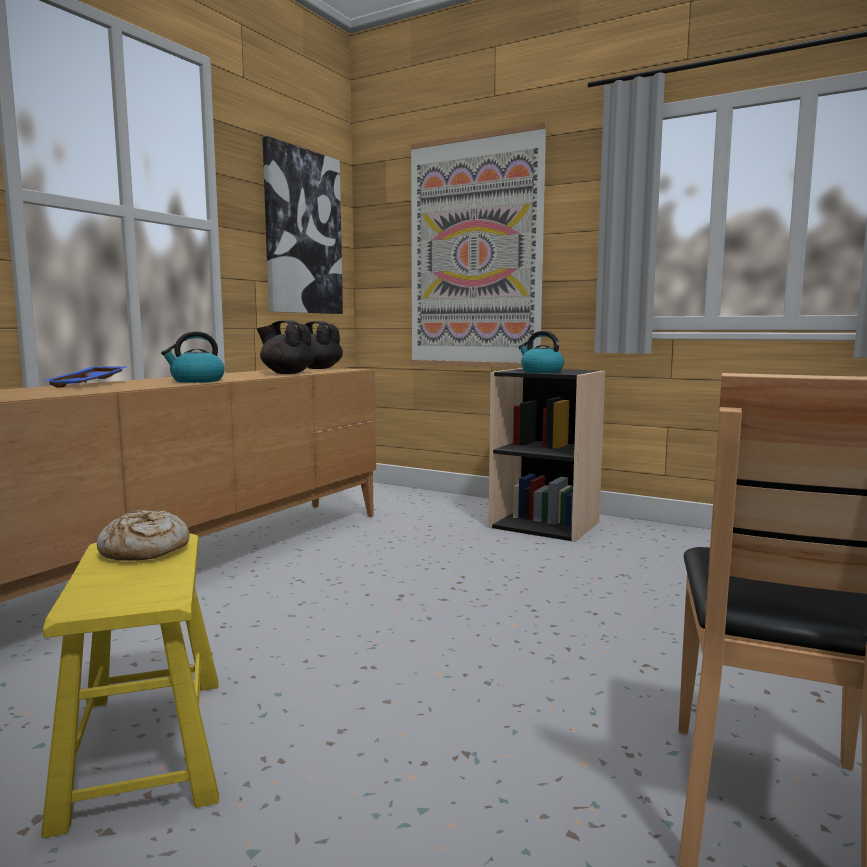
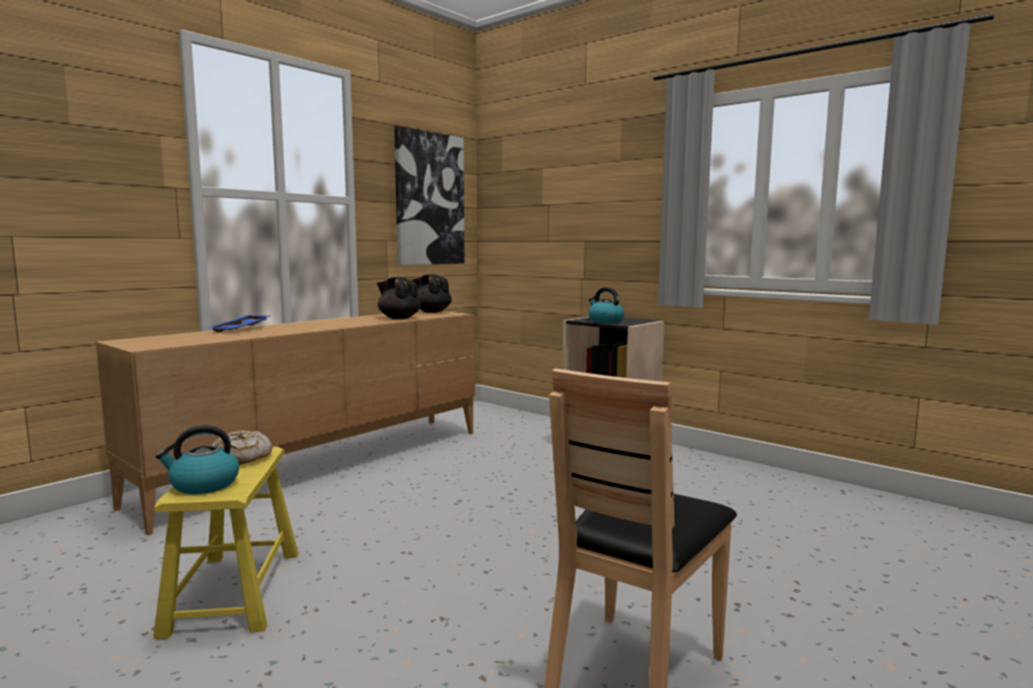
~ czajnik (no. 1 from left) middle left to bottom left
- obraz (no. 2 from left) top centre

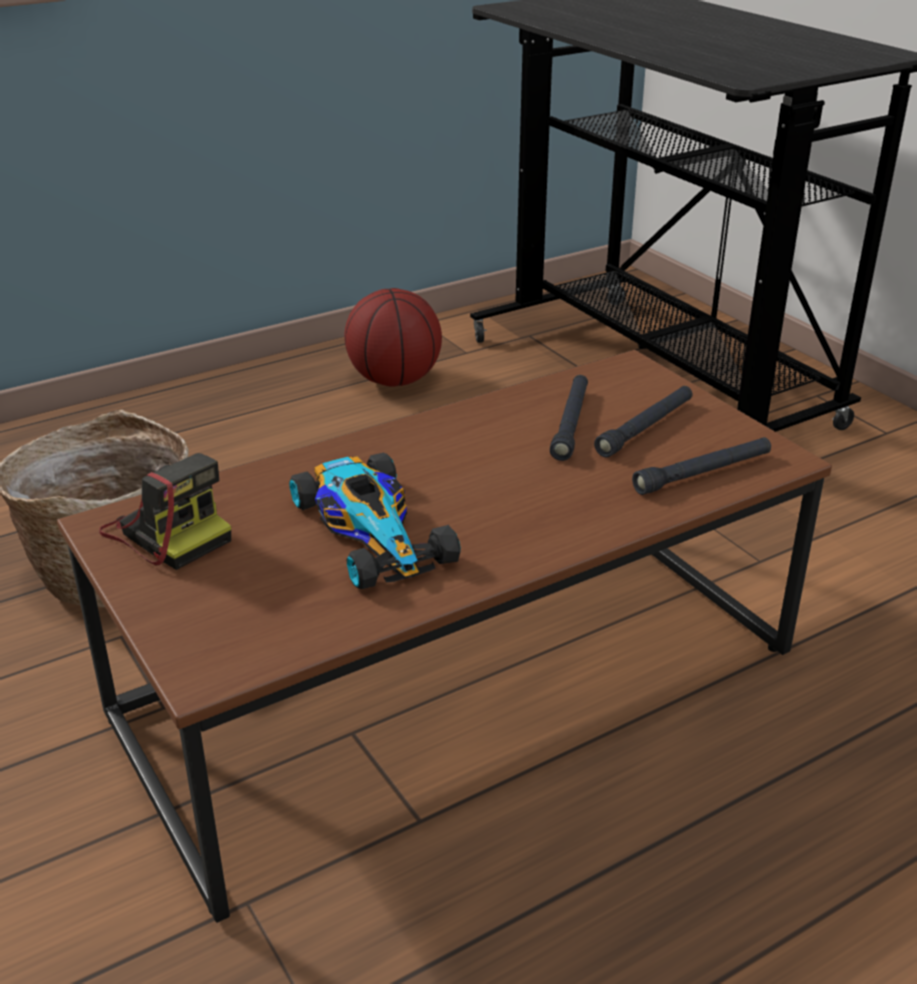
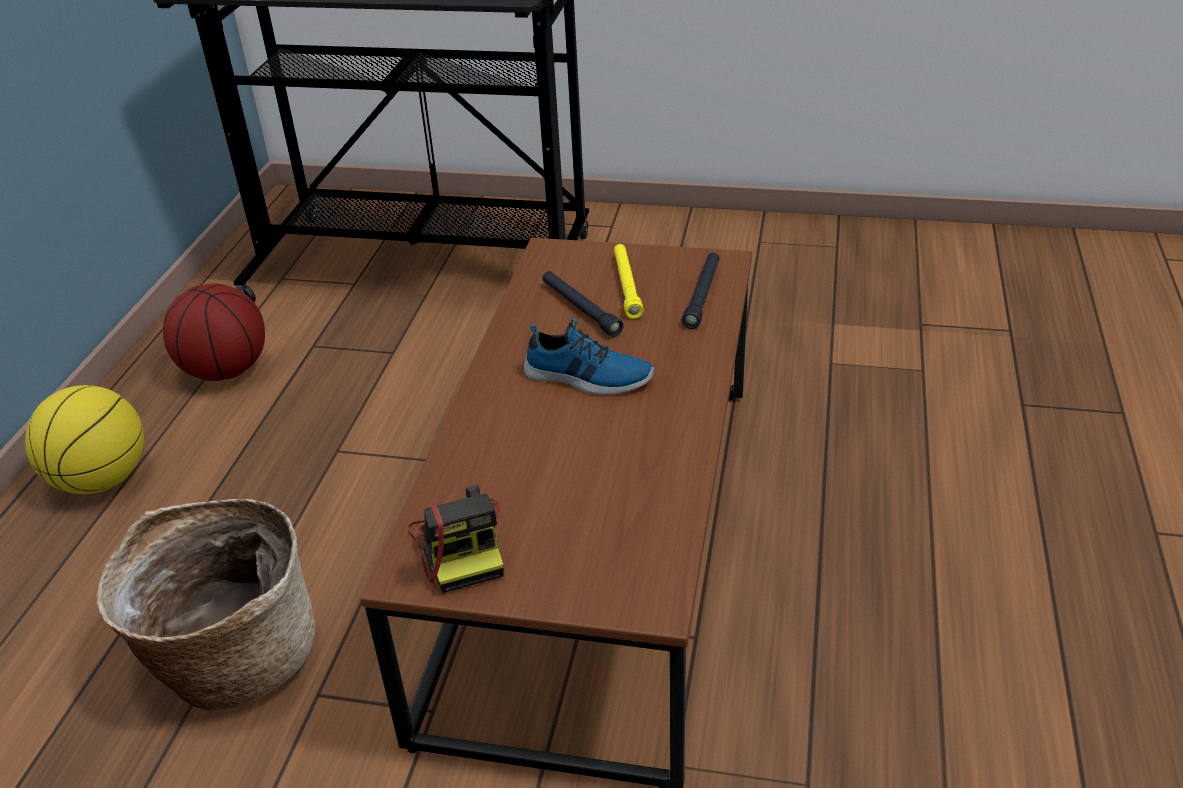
~ aparat fotograficzny middle left = bottom centre 75 degrees clockwise
- samochodzik centre
~ latarka/czarny (no. 2 from left) middle right to latarka/żółty centre
+ piłka do koszykówki (no. 1 from left) middle left
+ but centre

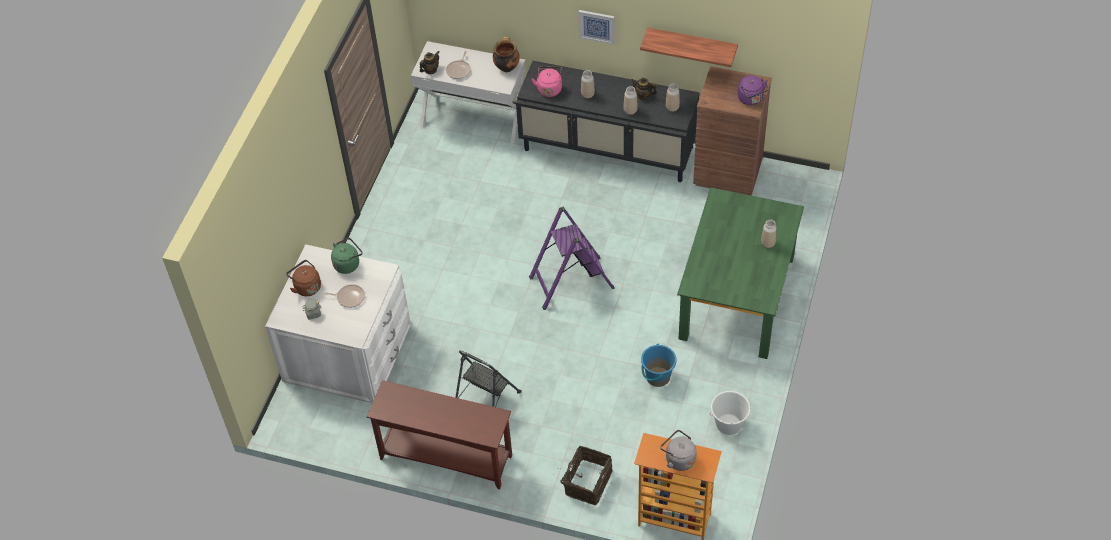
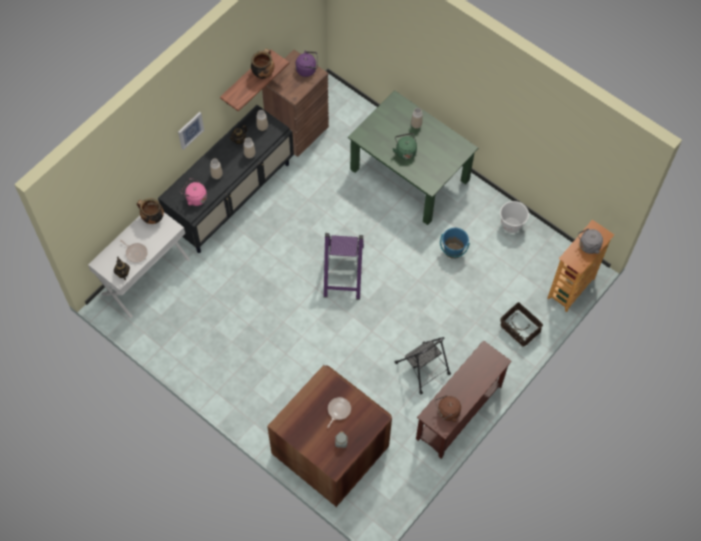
~ komoda/biały middle left to komoda/brązowy (no. 2 from left) bottom centre
~ czajnik/brązowy middle left to bottom centre
~ czajnik/zielony middle left to top centre
+ garnek (no. 2 from left) top centre

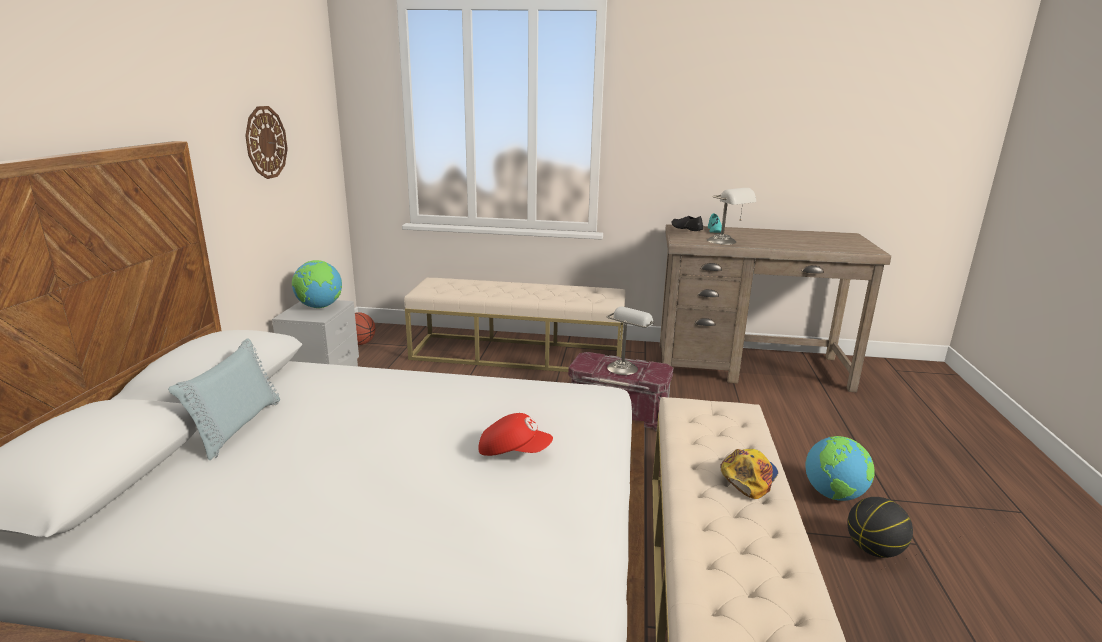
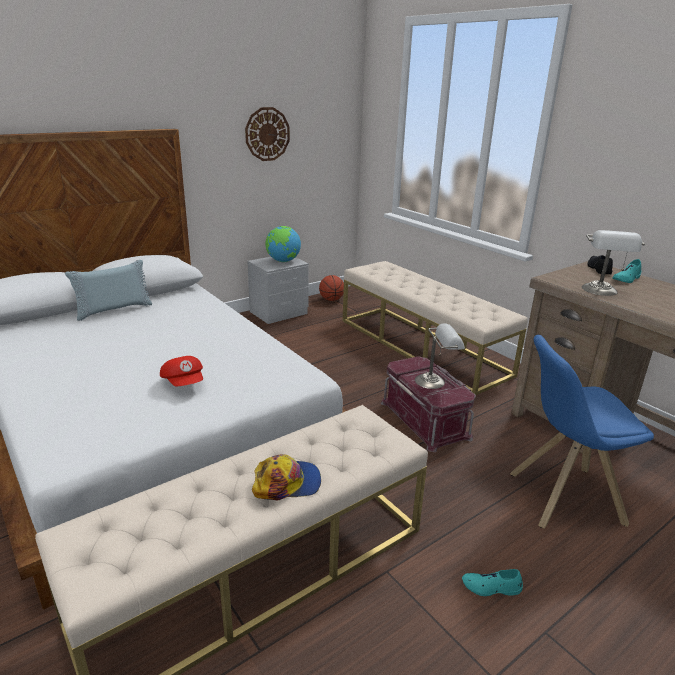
~ globus (no. 2 from left) bottom right to but/turkusowy (no. 1 from left) bottom right
- piłka do koszykówki (no. 2 from left) bottom right
+ krzesło/niebieski middle right

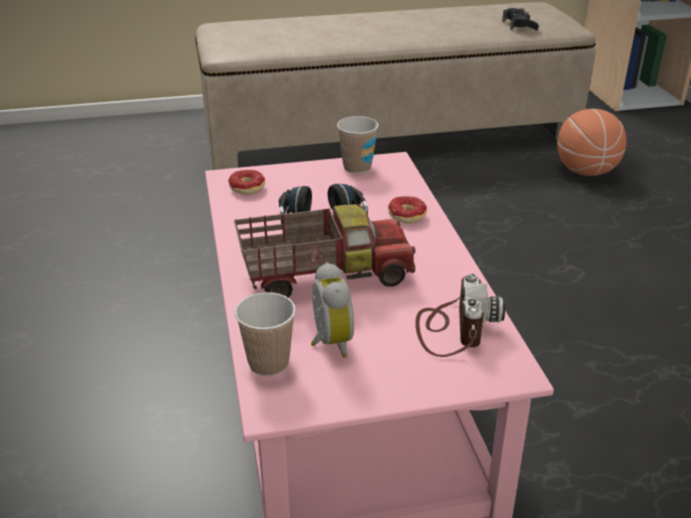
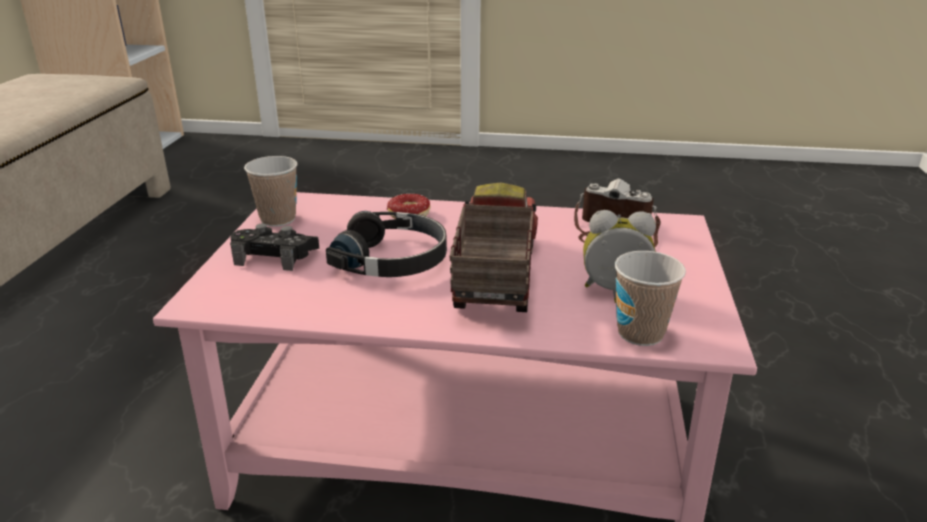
- donut (no. 1 from left) centre
~ pad do gier/czarny top right to middle left
- piłka do koszykówki top right

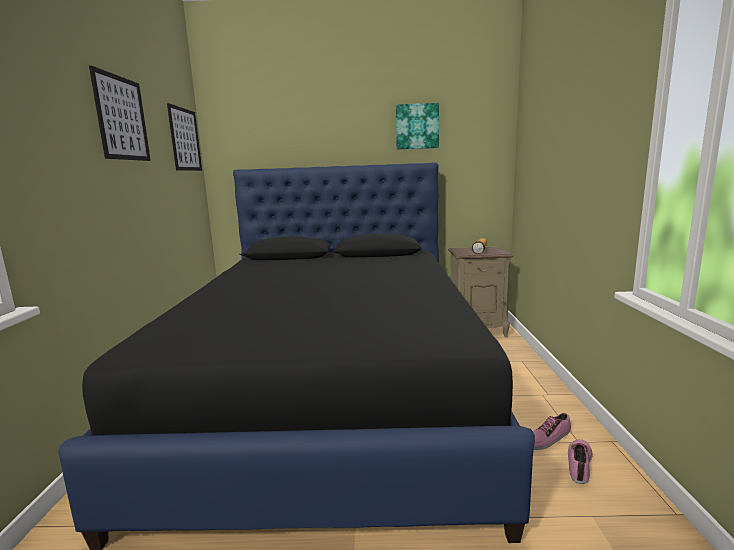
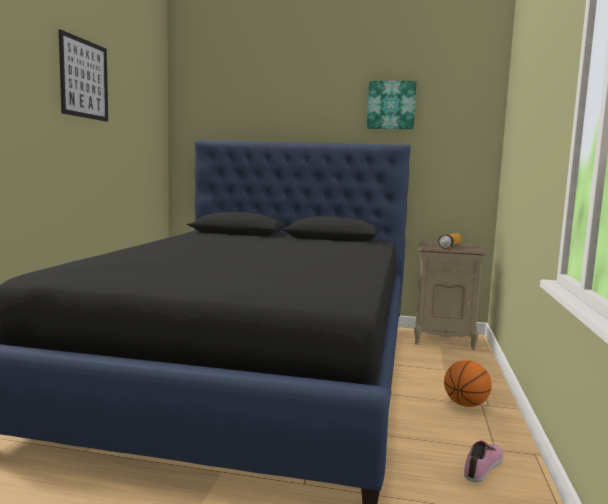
- obraz (no. 2 from left) top left
- but (no. 1 from left) bottom right
+ piłka do koszykówki bottom right

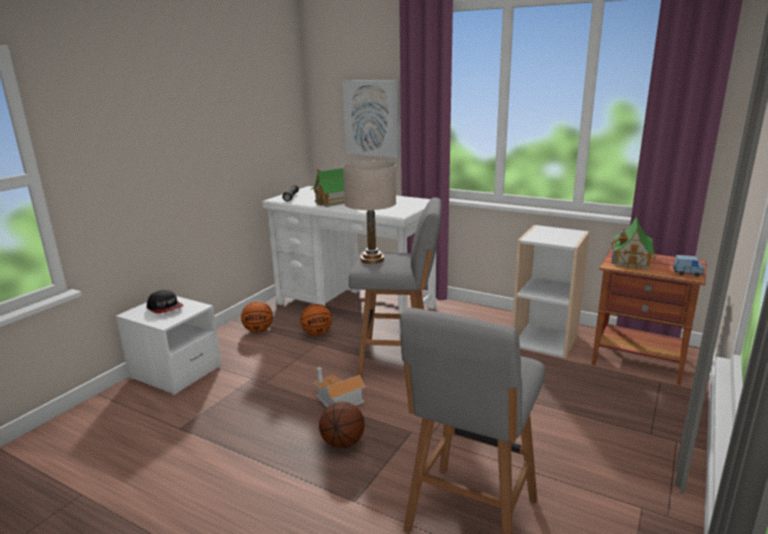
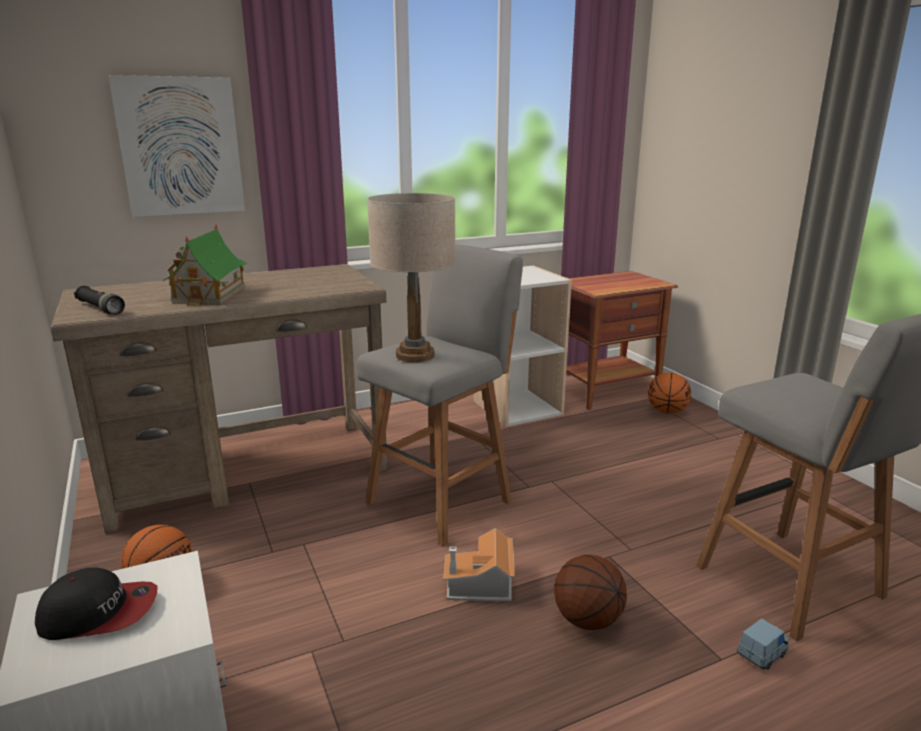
~ biurko/biały centre to biurko/brązowy middle left
~ piłka do koszykówki (no. 2 from left in the first image) centre to piłka do koszykówki (no. 3 from left) middle right
- domek (no. 3 from left) middle right
~ samochodzik/niebieski middle right to bottom right

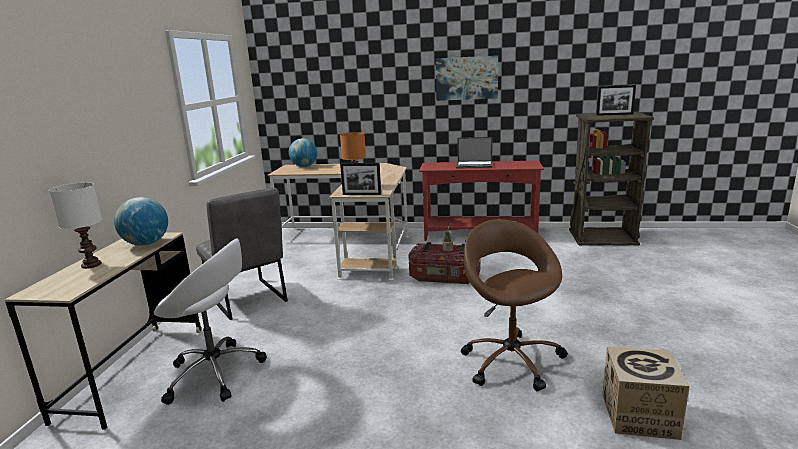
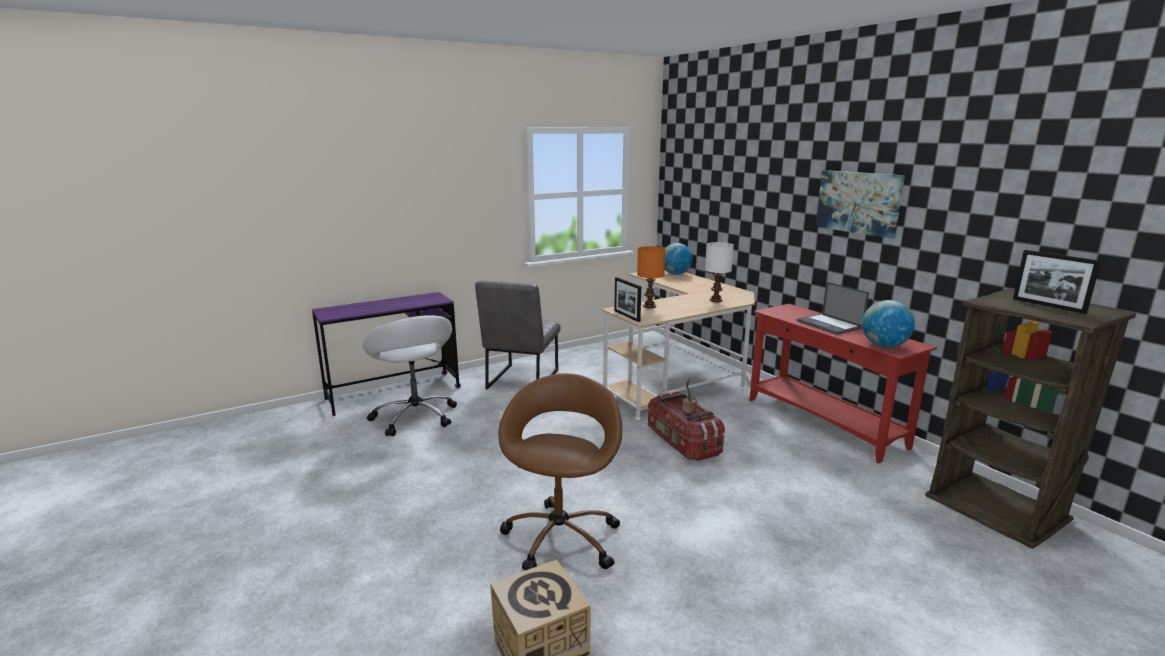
~ biurko/beżowy (no. 1 from left) bottom left to biurko/fioletowy middle left
~ lampa stołowa/biały middle left to centre
~ globus (no. 1 from left in the first image) middle left to globus (no. 2 from left) middle right

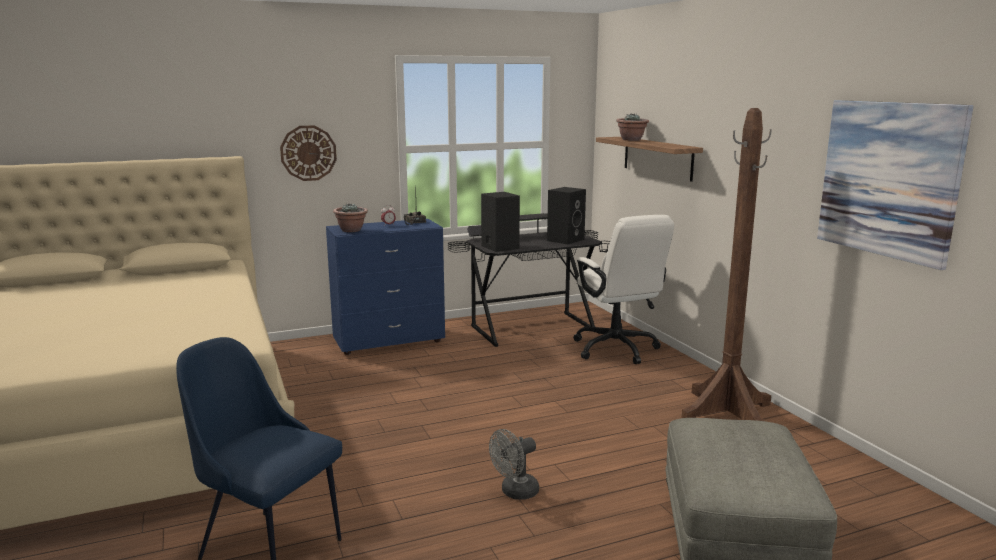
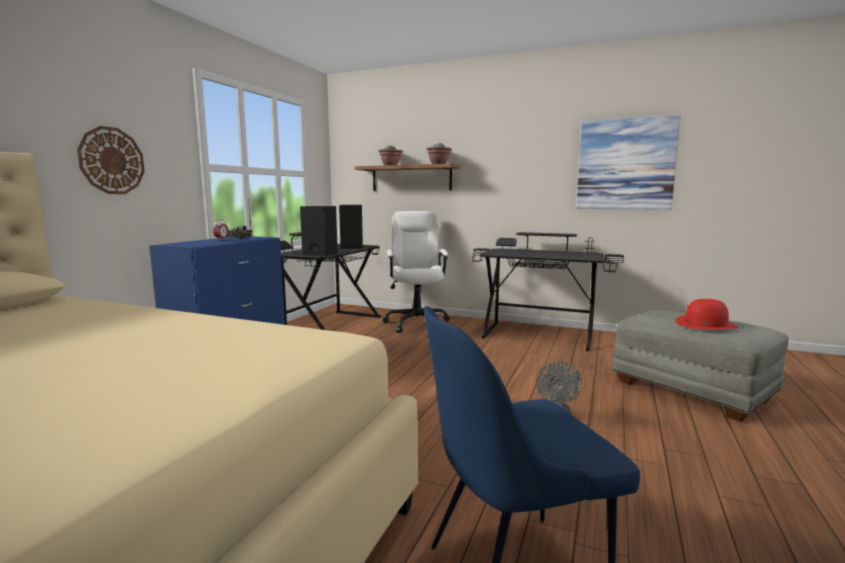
~ roślina doniczkowa (no. 1 from left in the first image) centre to roślina doniczkowa (no. 2 from left) top centre
~ krzesło biurowe/biały centre = centre 120 degrees counterclockwise
~ wieszak/brązowy middle right to biurko/czarny (no. 2 from left) centre
+ kapelusz/czerwony middle right

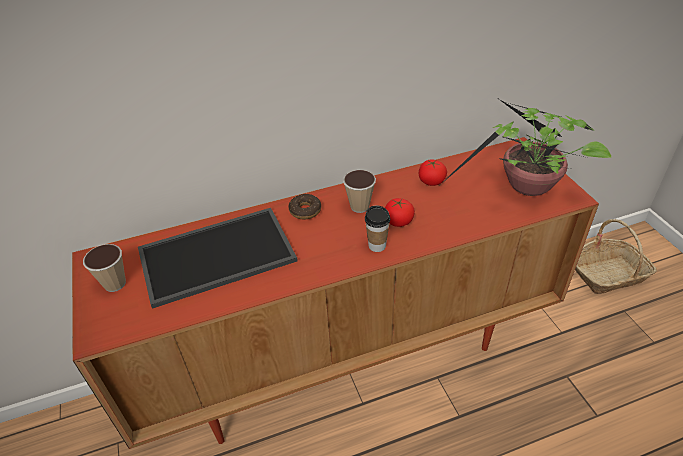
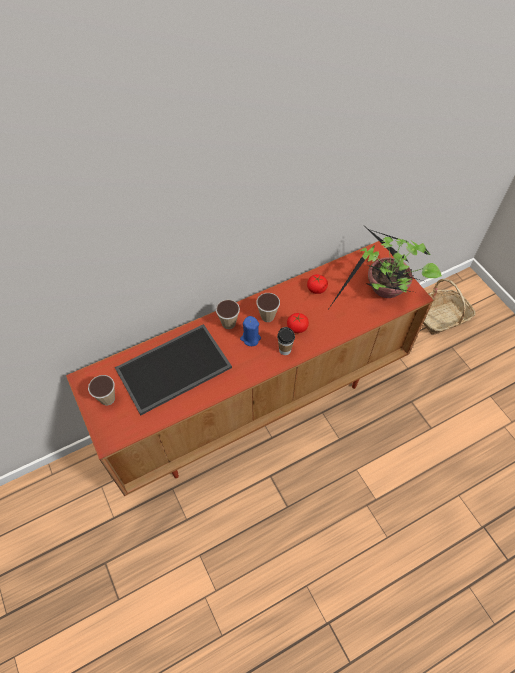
~ donut centre to filiżanka (no. 2 from left) centre
+ świeca/niebieski centre

